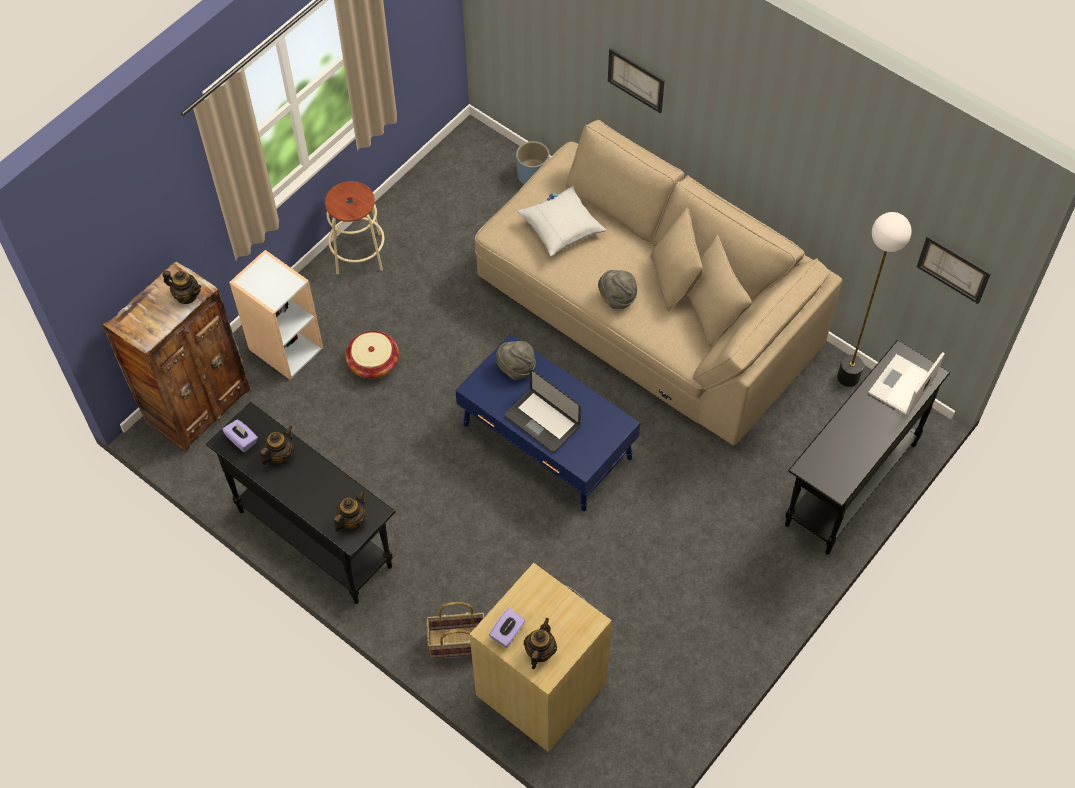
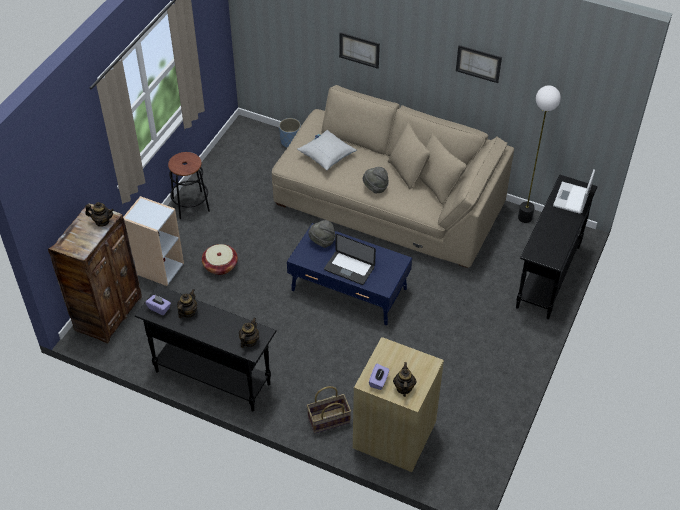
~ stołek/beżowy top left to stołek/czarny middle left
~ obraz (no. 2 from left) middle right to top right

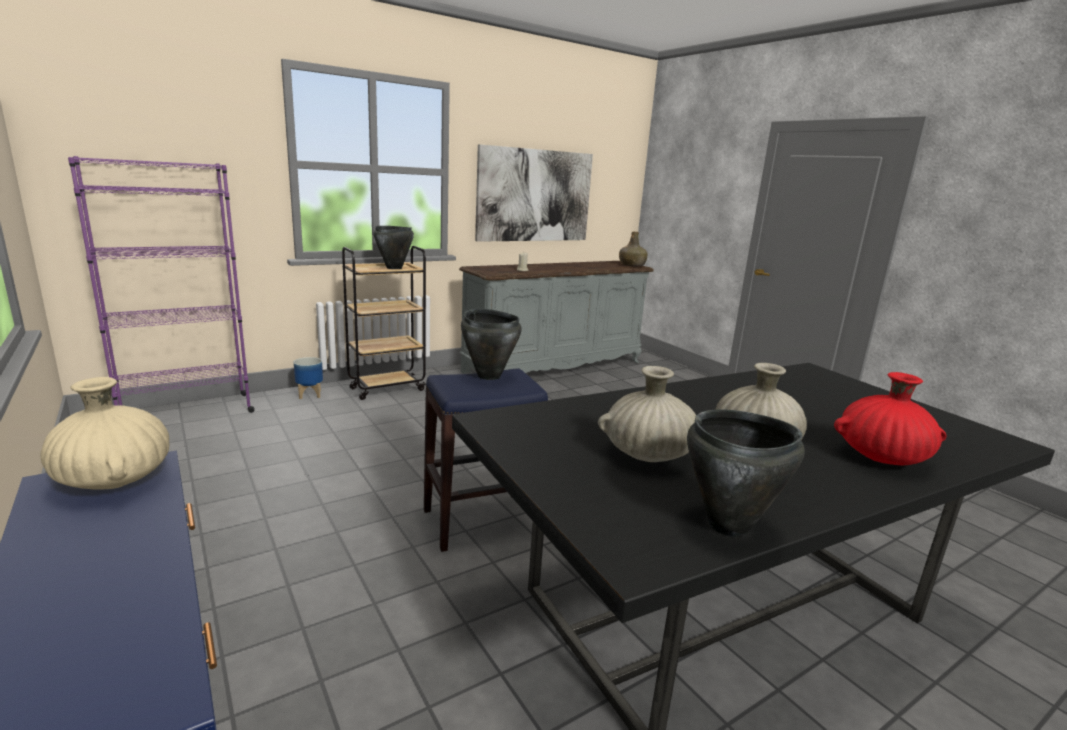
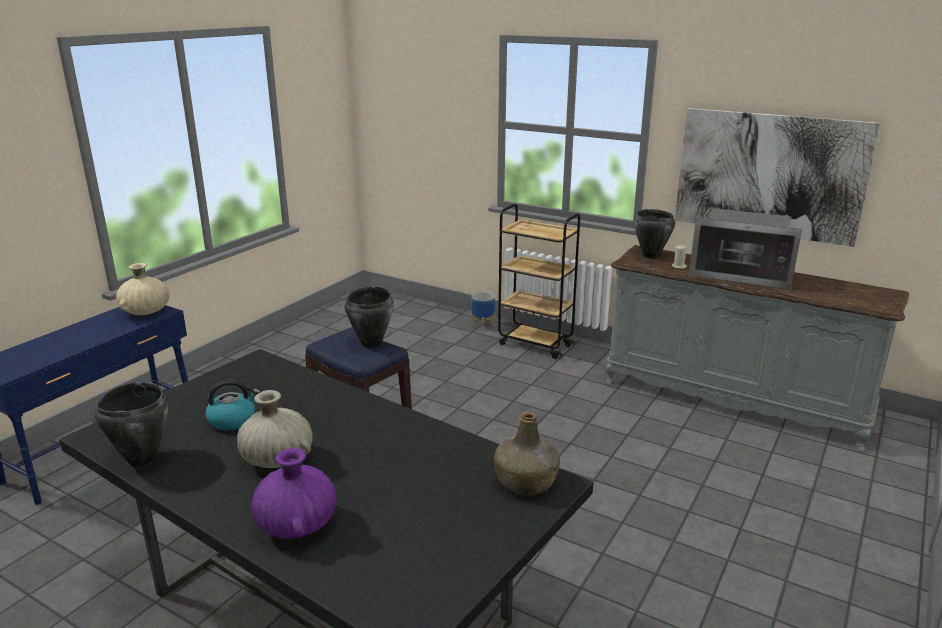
- regał/fioletowy middle left
~ garnek/czarny (no. 1 from left in the first image) centre to garnek/czarny (no. 3 from left) middle right
~ wazon/beżowy (no. 2 from left) centre to czajnik middle left
~ butelka/zielony centre to bottom centre
~ wazon/czerwony middle right to wazon/fioletowy bottom left
+ mikrofalówka middle right

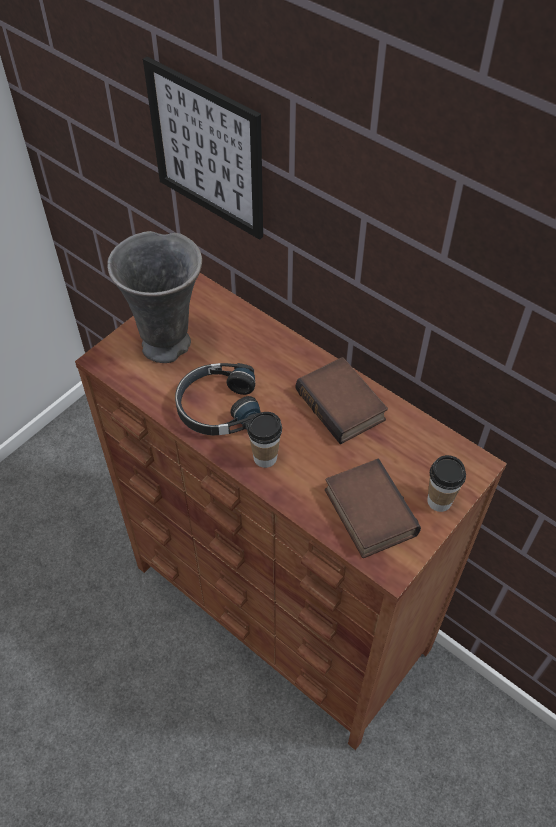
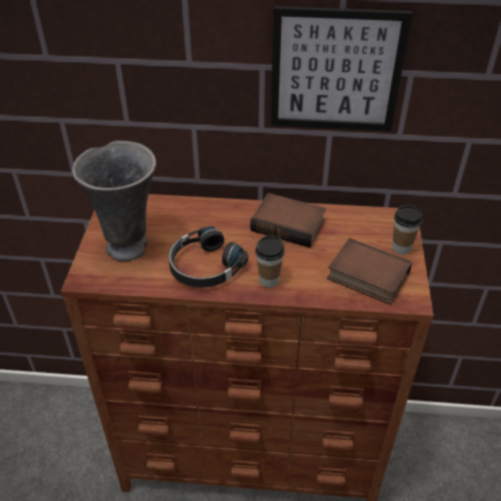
~ obraz top centre to top right

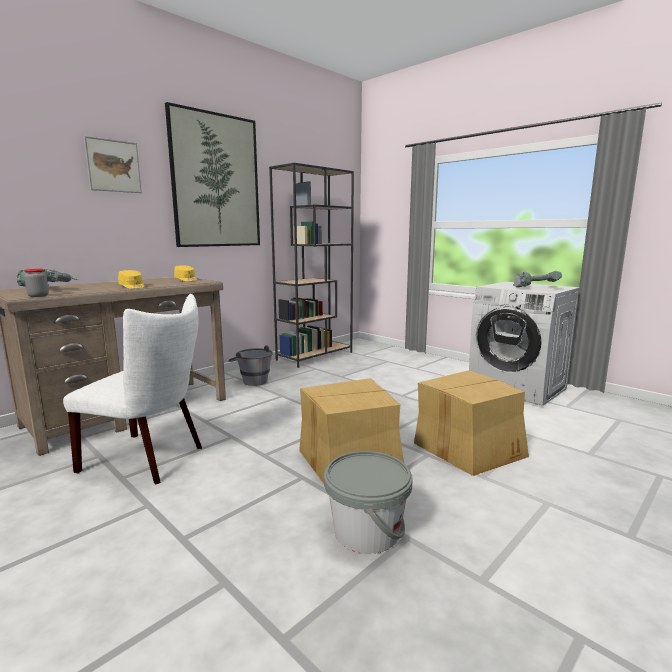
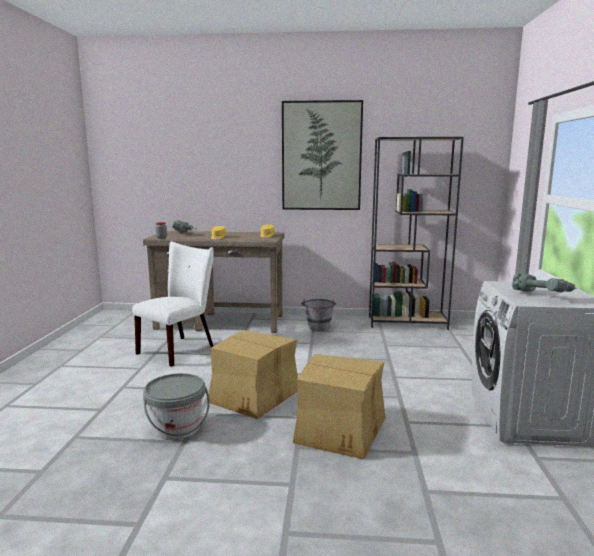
~ krzesło/biały middle left = middle left 120 degrees counterclockwise
- obraz (no. 1 from left) top left

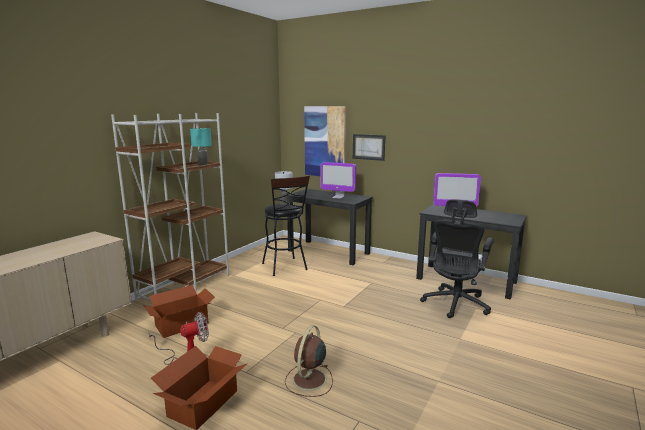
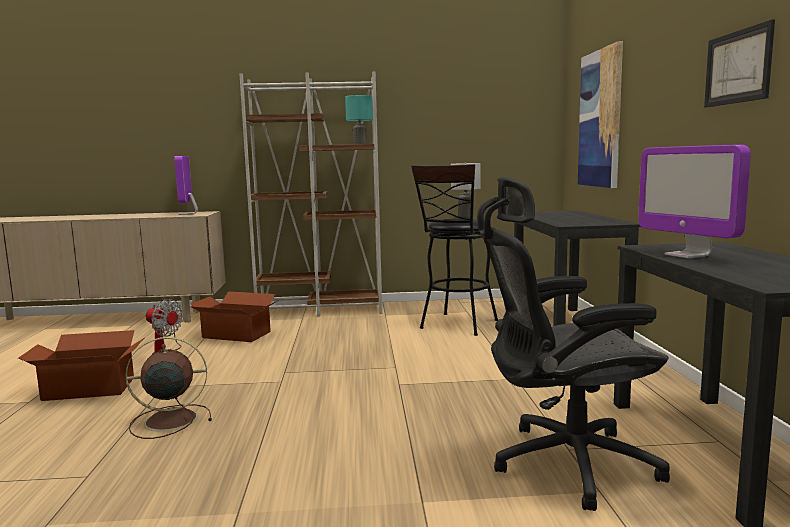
~ monitor (no. 1 from left) centre to middle left
~ obraz (no. 2 from left) centre to top right

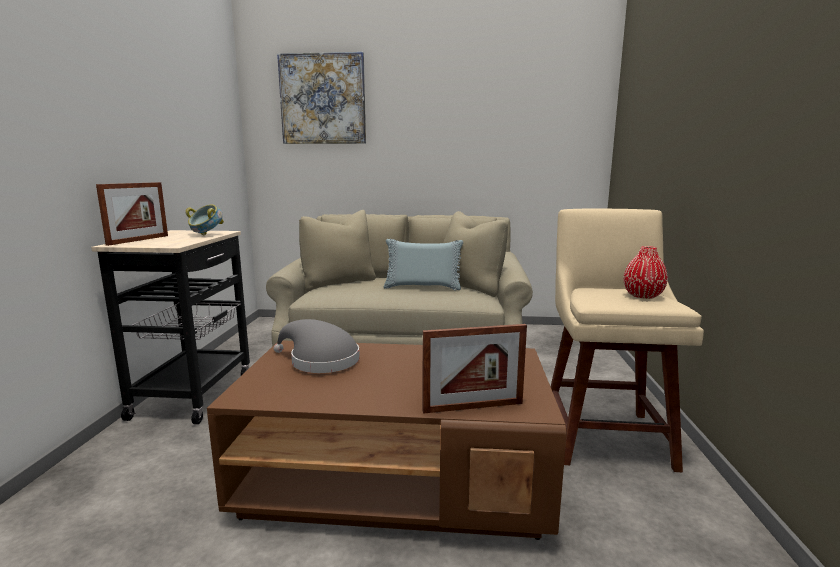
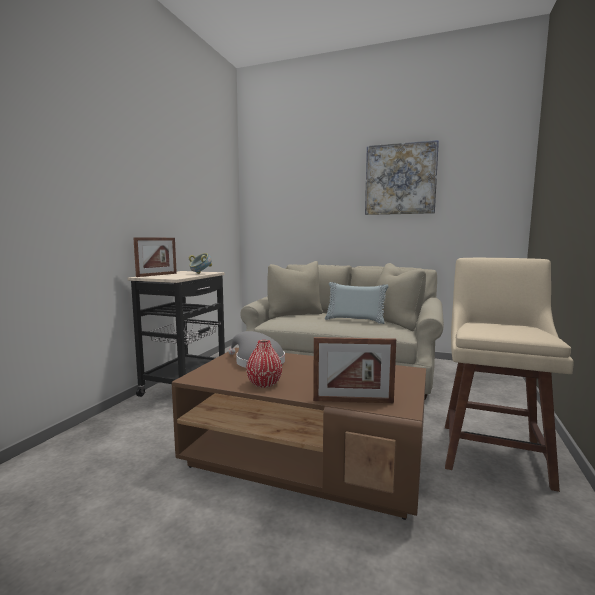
~ obraz top centre to top right
~ wazon/czerwony middle right to centre

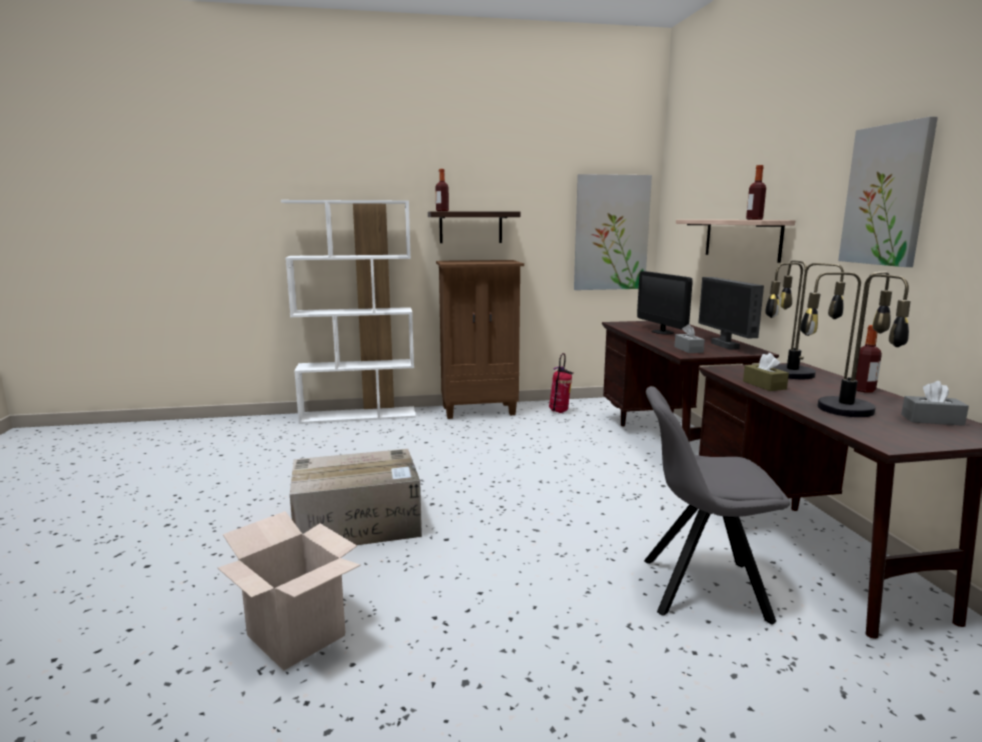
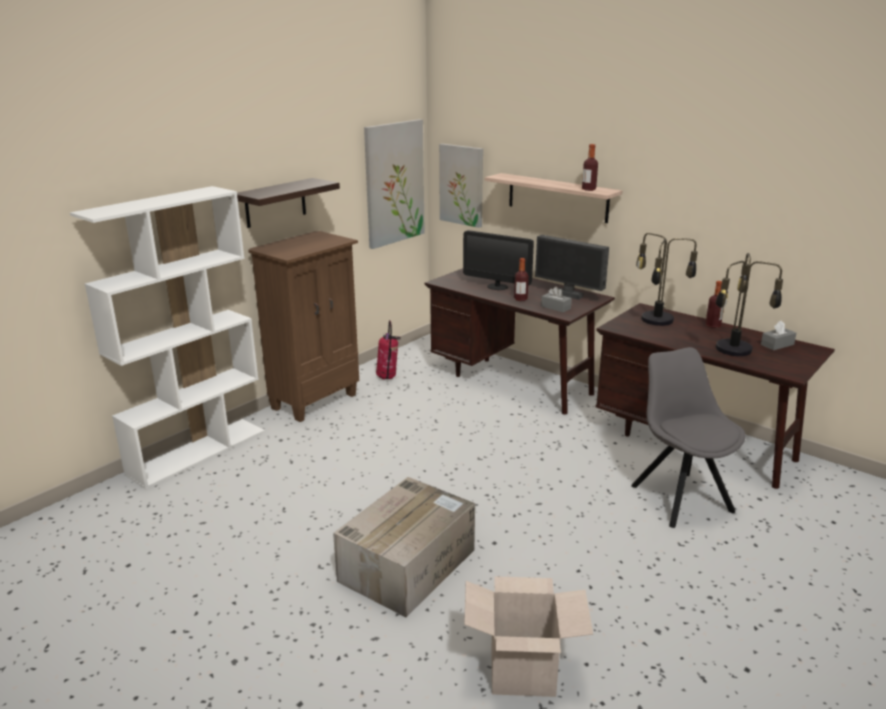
~ butelka (no. 1 from left) top centre to centre
~ krzesło/szary bottom right = middle right 105 degrees clockwise
- pudełko chusteczek/brązowy middle right
~ obraz (no. 2 from left) top right to top centre

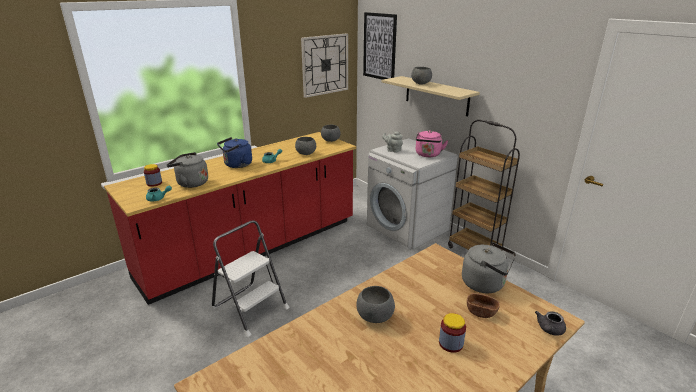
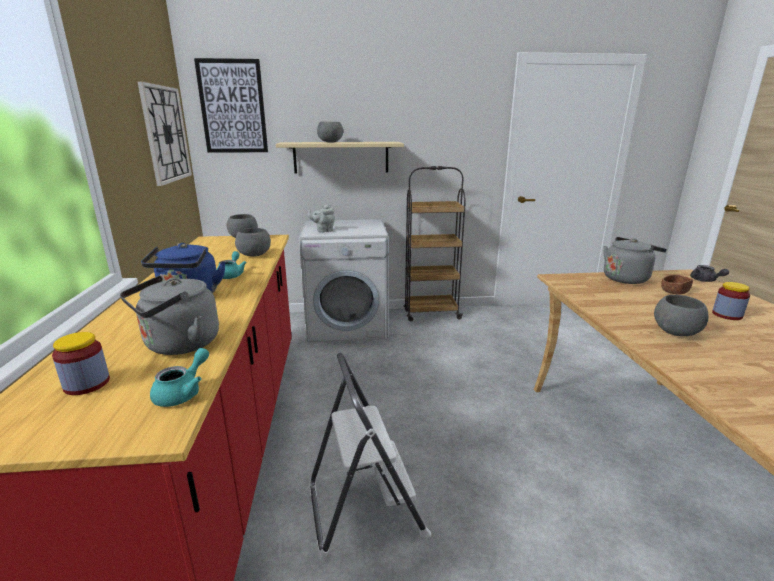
- czajnik/różowy centre

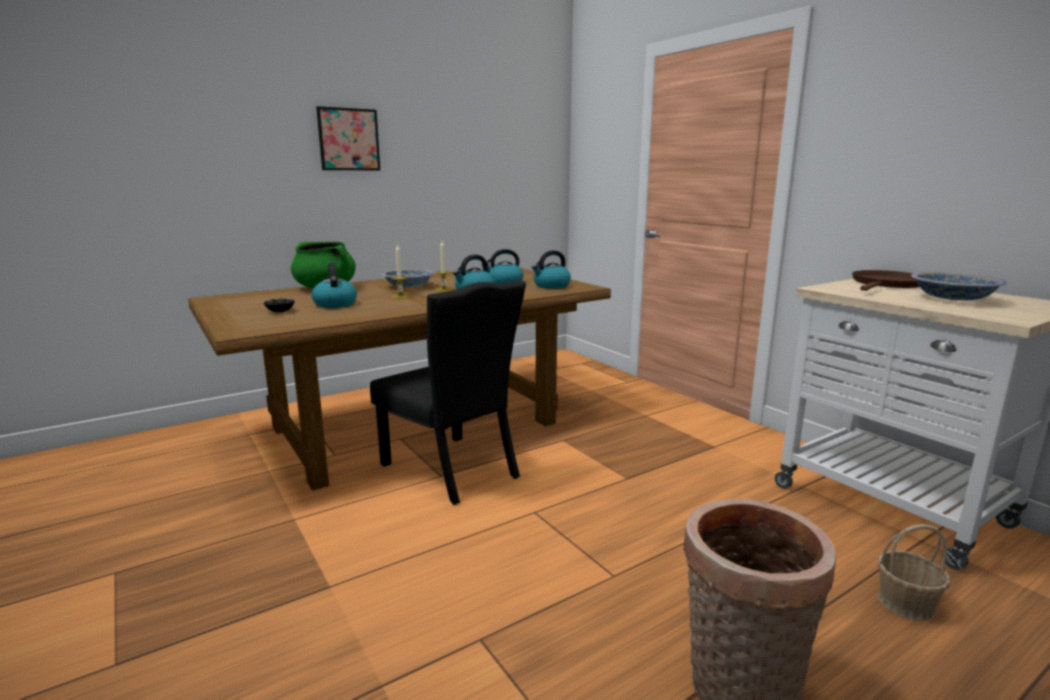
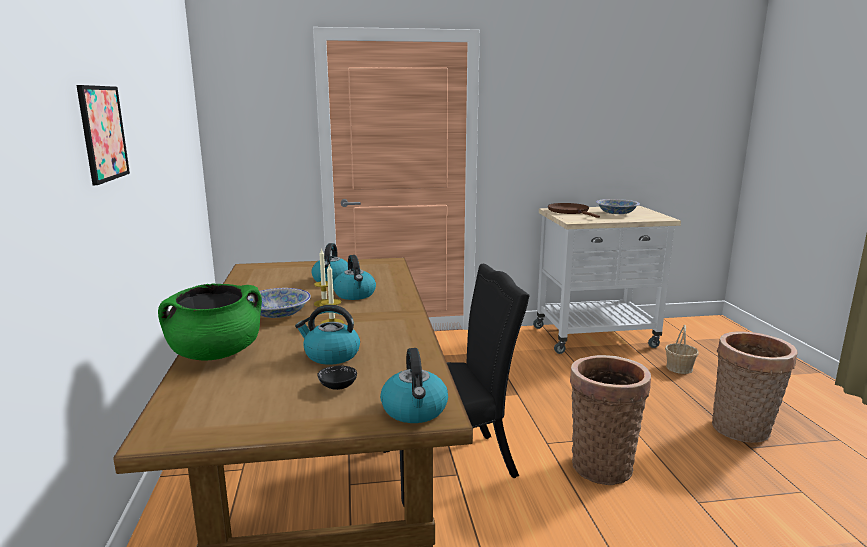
~ czajnik (no. 4 from left) centre to bottom centre
+ koszyk (no. 1 from left) bottom right

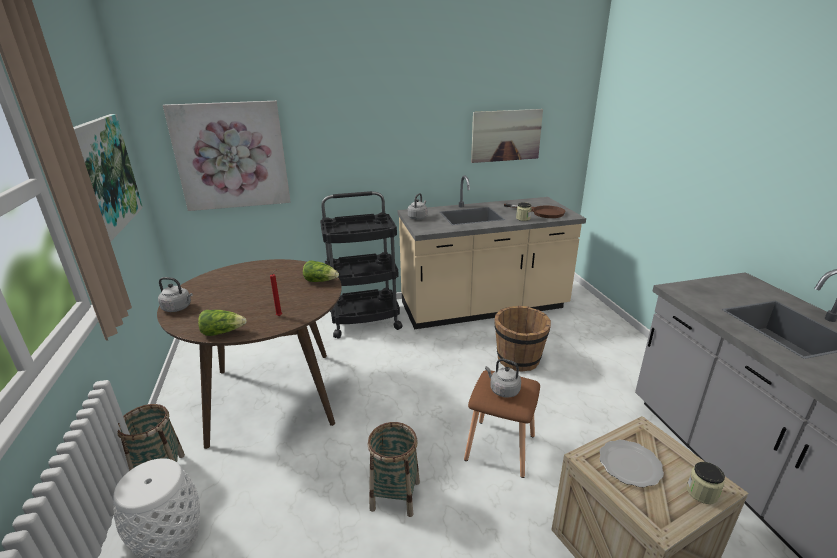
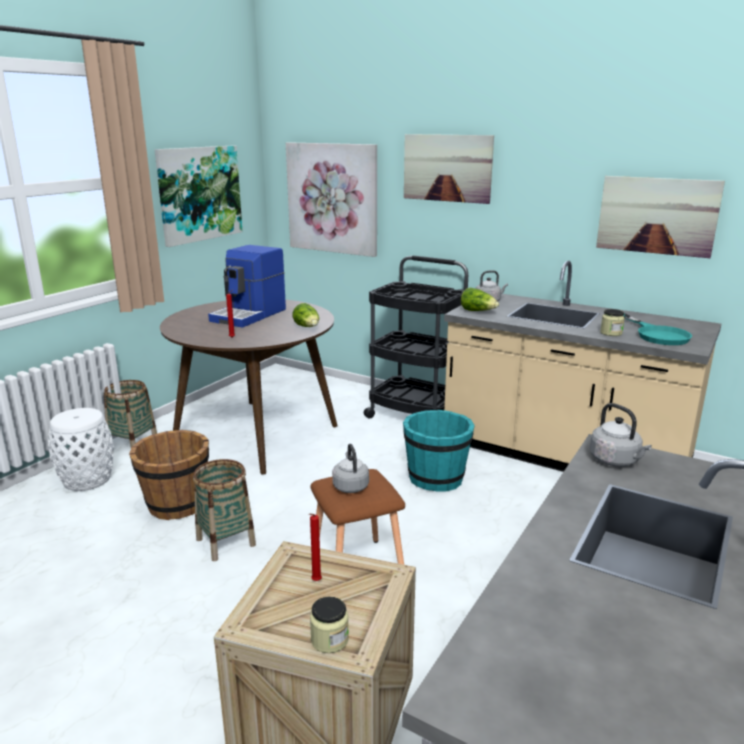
~ czajnik/szary (no. 1 from left in the first image) middle left to czajnik/szary (no. 3 from left) middle right
~ sałata (no. 1 from left in the first image) middle left to sałata (no. 2 from left) centre
~ wiadro/brązowy centre to middle left
~ patelnia/brązowy centre to patelnia/turkusowy middle right
~ talerz bottom right to świeca/czerwony (no. 2 from left) bottom centre
+ ekspres do kawy middle left
+ wiadro/turkusowy centre
+ obraz (no. 3 from left) top centre

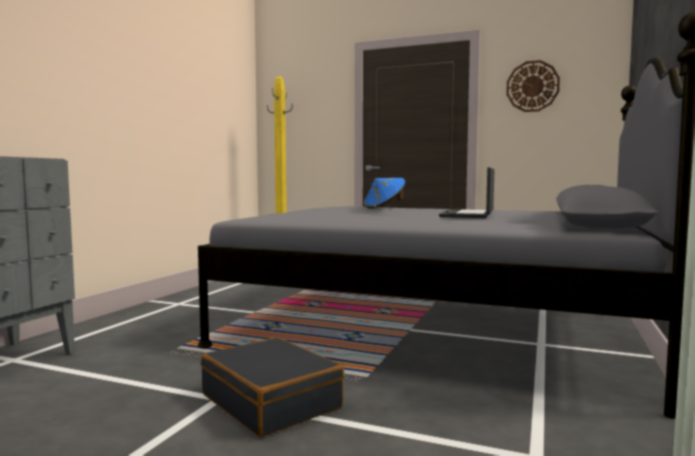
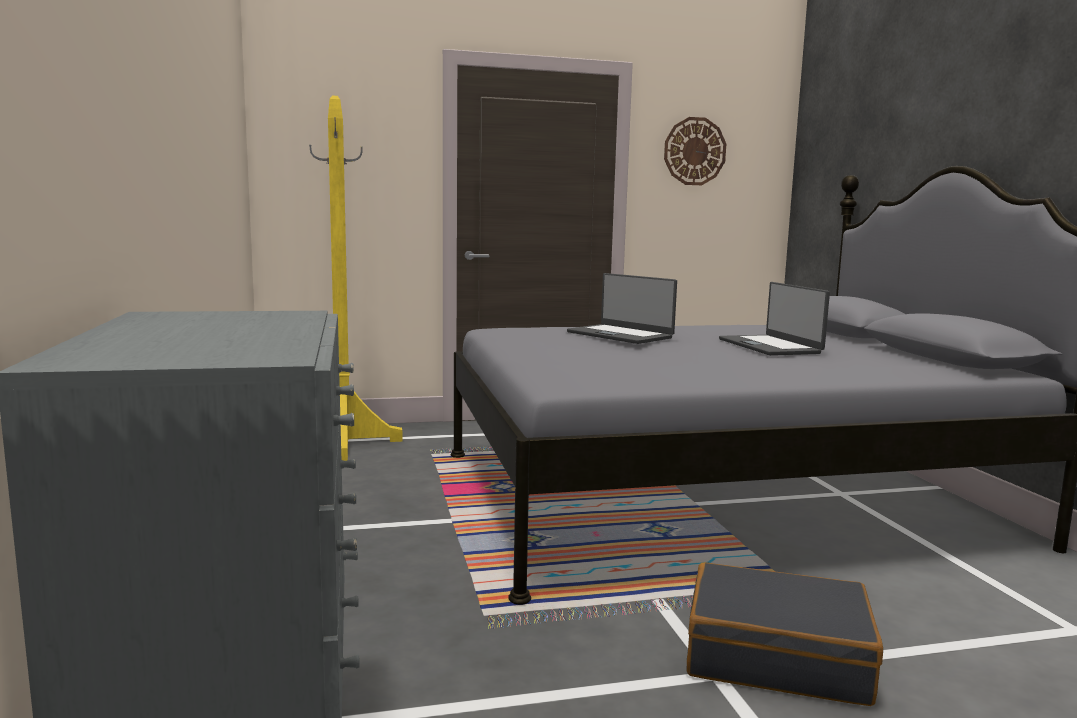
~ kapelusz/niebieski centre to laptop (no. 1 from left) centre

